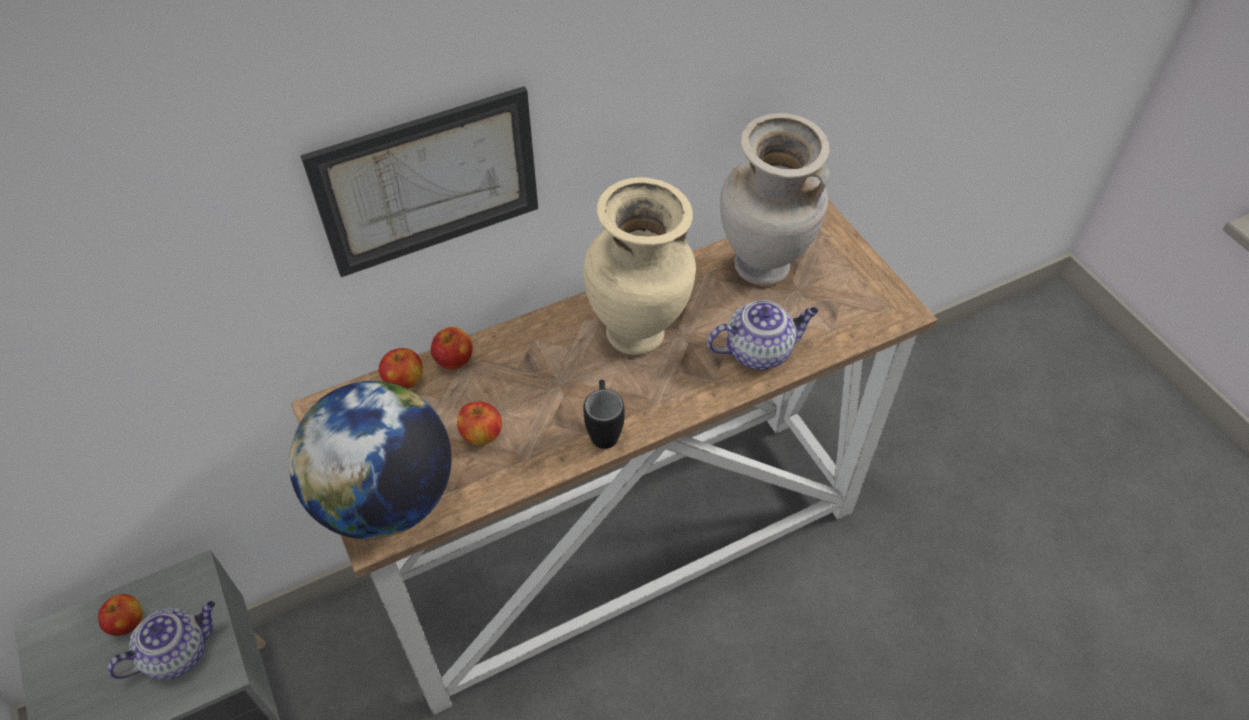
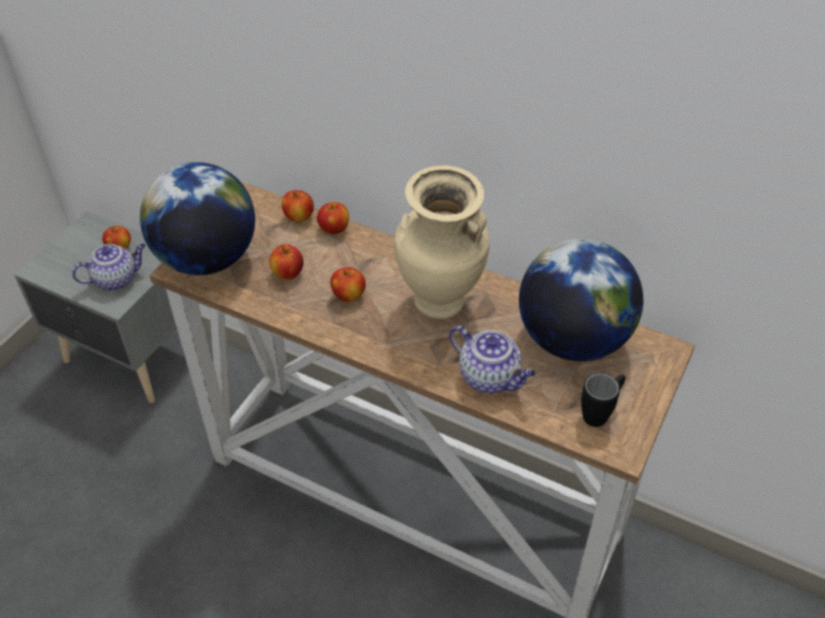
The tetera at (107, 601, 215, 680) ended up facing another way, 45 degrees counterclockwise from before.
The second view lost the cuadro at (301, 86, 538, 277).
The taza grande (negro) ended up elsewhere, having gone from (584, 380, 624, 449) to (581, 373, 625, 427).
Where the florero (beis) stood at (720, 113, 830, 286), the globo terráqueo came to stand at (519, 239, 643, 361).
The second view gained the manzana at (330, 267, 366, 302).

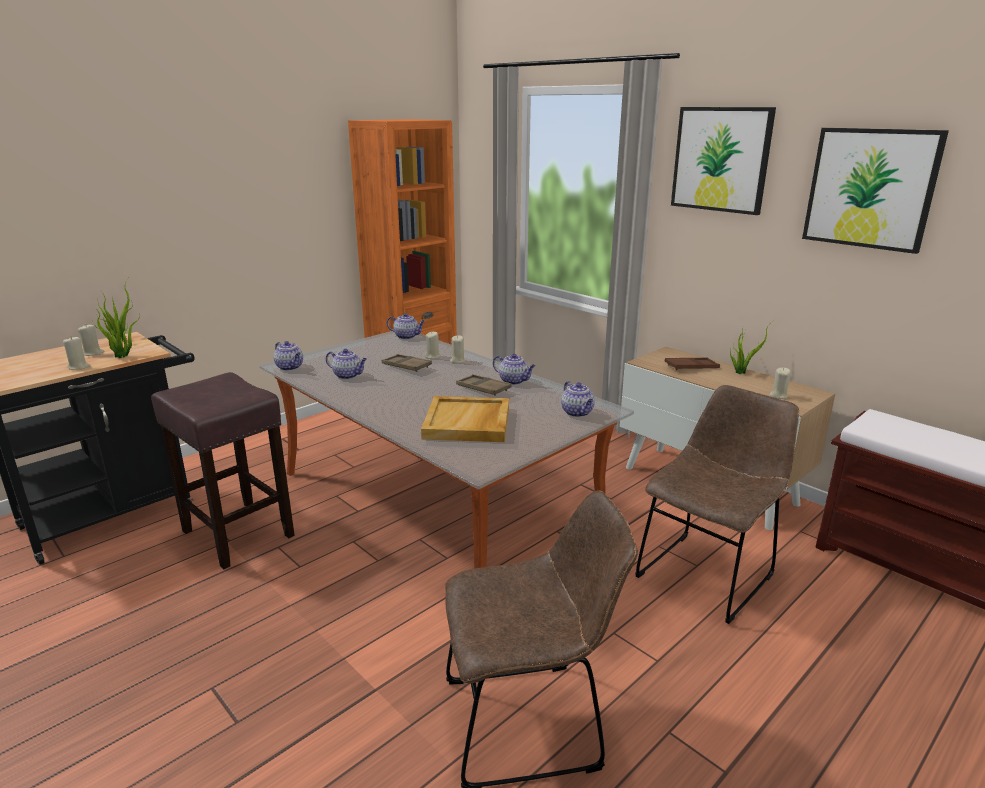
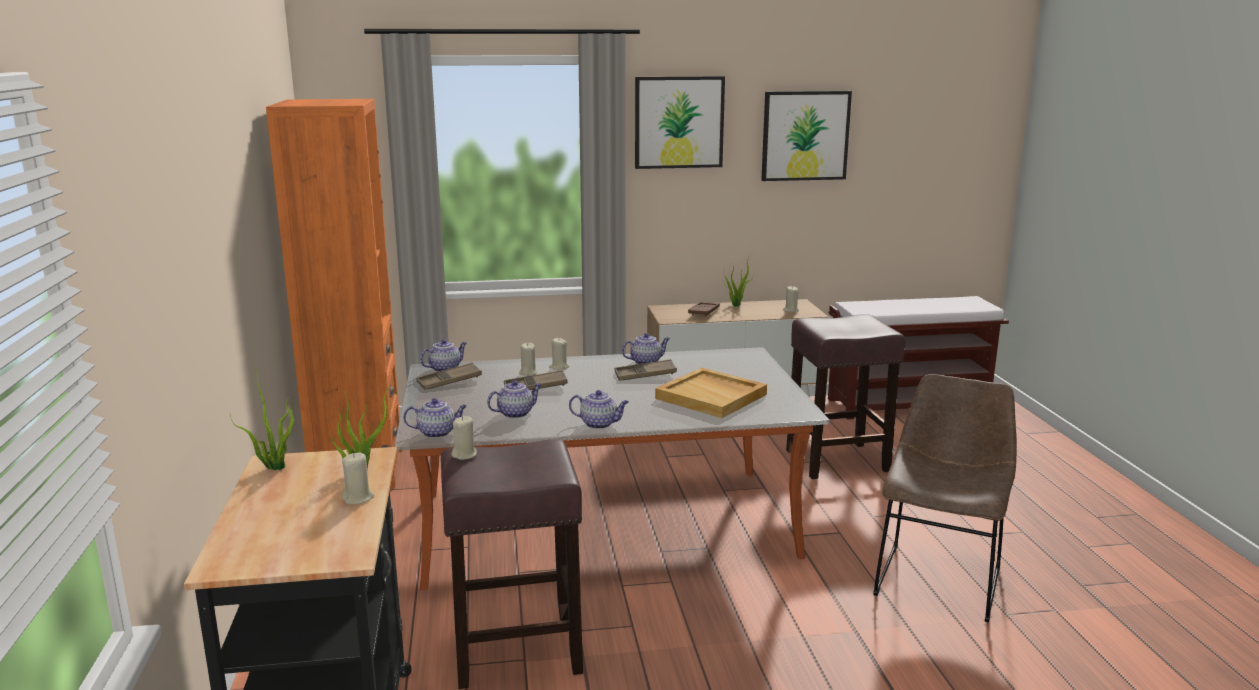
The vela (beis) ended up elsewhere, having gone from (78, 325, 104, 356) to (451, 416, 477, 460).
The tetera ended up elsewhere, having gone from (561, 381, 595, 417) to (569, 390, 629, 429).
Where the silla (marrón) stood at (635, 385, 799, 624), the taburete (marrón) came to stand at (786, 314, 906, 479).
The second view gained the bandeja (marrón) at (416, 363, 482, 390).

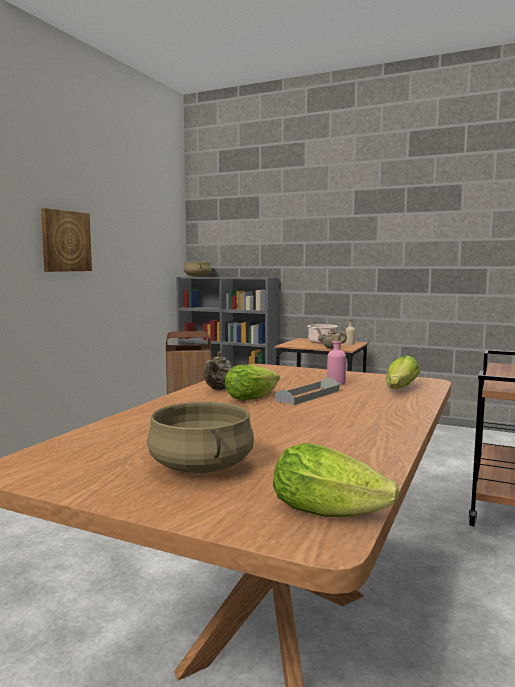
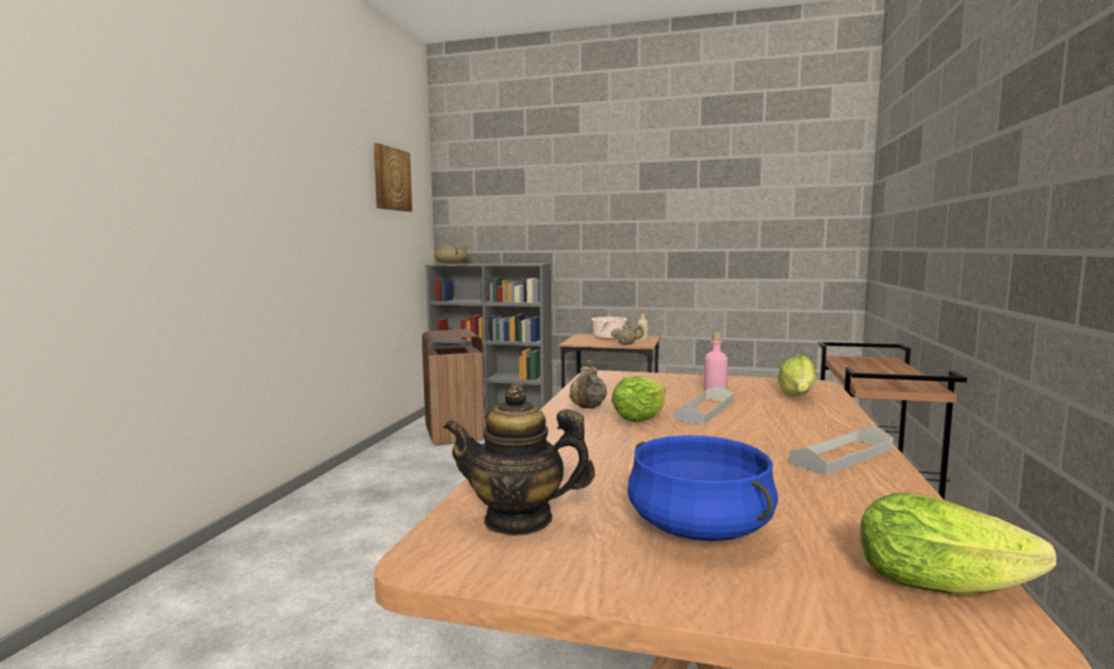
The cuadro ended up elsewhere, having gone from (41, 208, 92, 272) to (374, 143, 412, 212).
What was the olla (beis) at (147, 402, 254, 473) turned into the olla (azul) at (628, 435, 778, 541).
The second view gained the tetera at (443, 385, 595, 535).
The second view gained the bandeja (gris) at (789, 425, 893, 475).

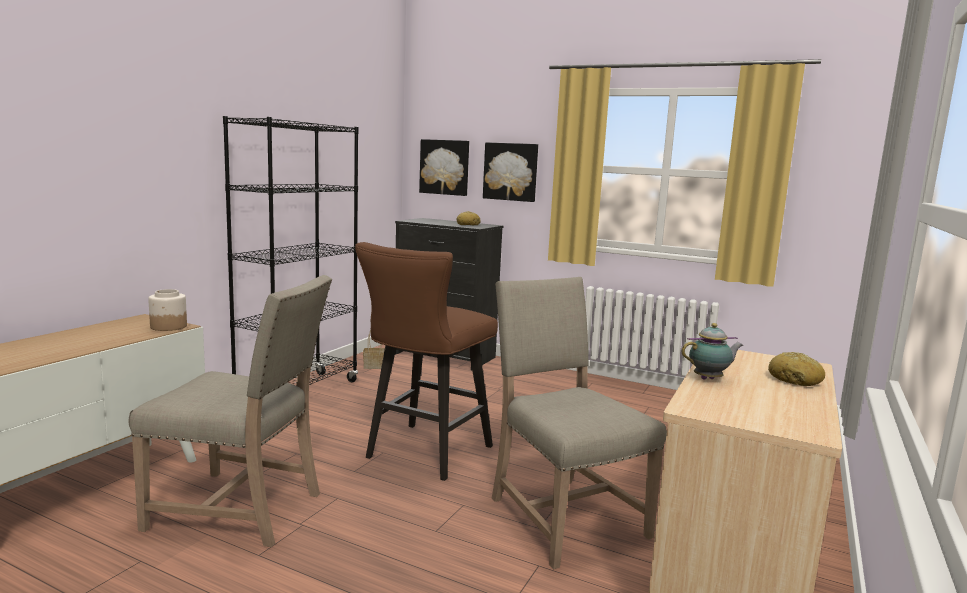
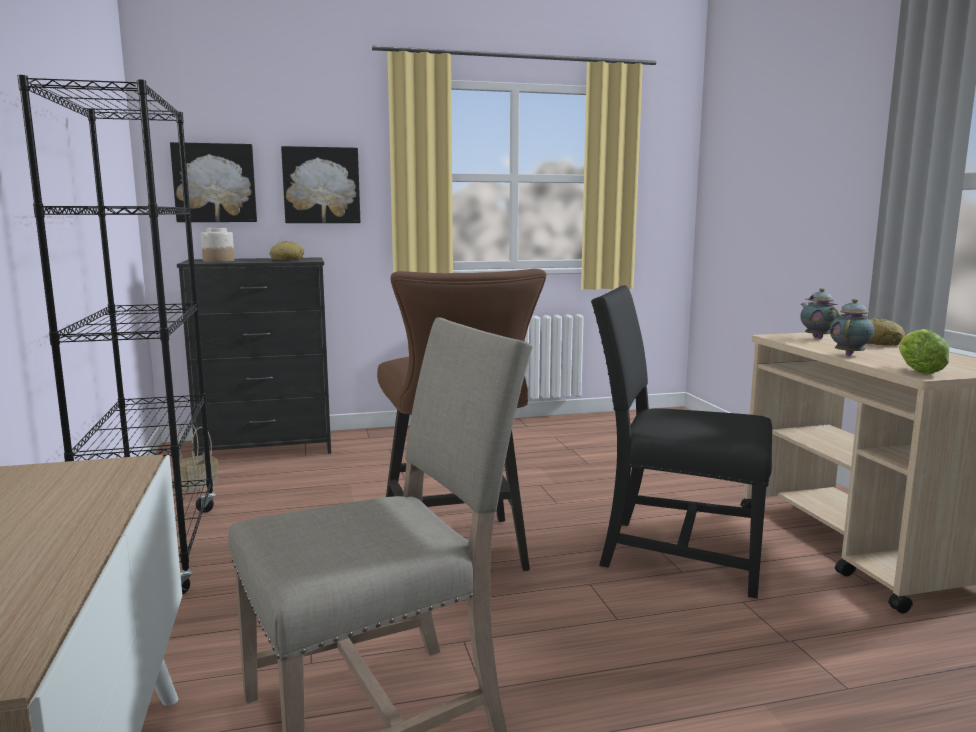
The tarro ended up elsewhere, having gone from (148, 289, 187, 331) to (201, 228, 234, 262).
What was the silla (beis) at (492, 277, 667, 569) turned into the silla (negro) at (591, 285, 772, 598).
The second view gained the tetera at (800, 288, 839, 339).
The second view gained the lechuga at (899, 329, 949, 374).

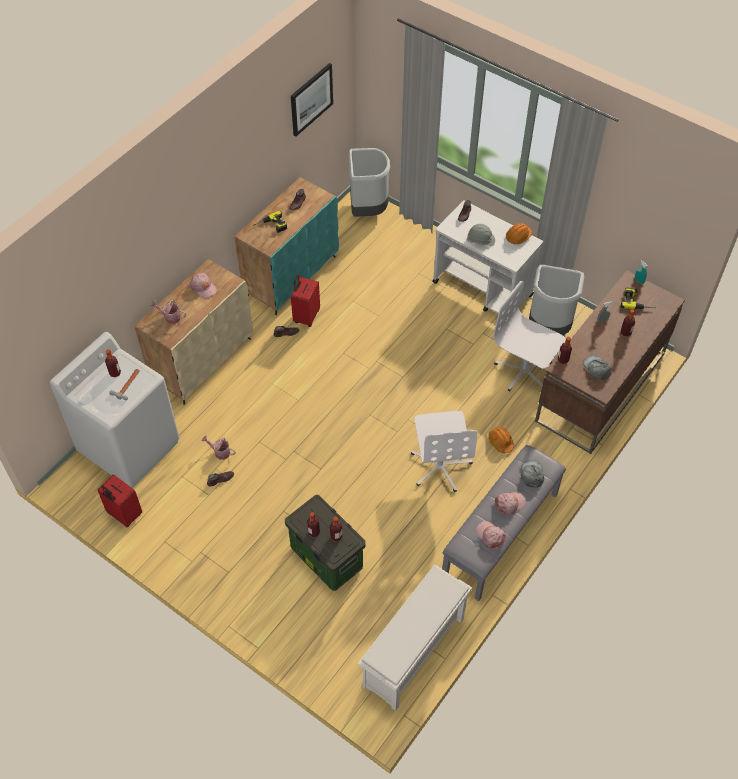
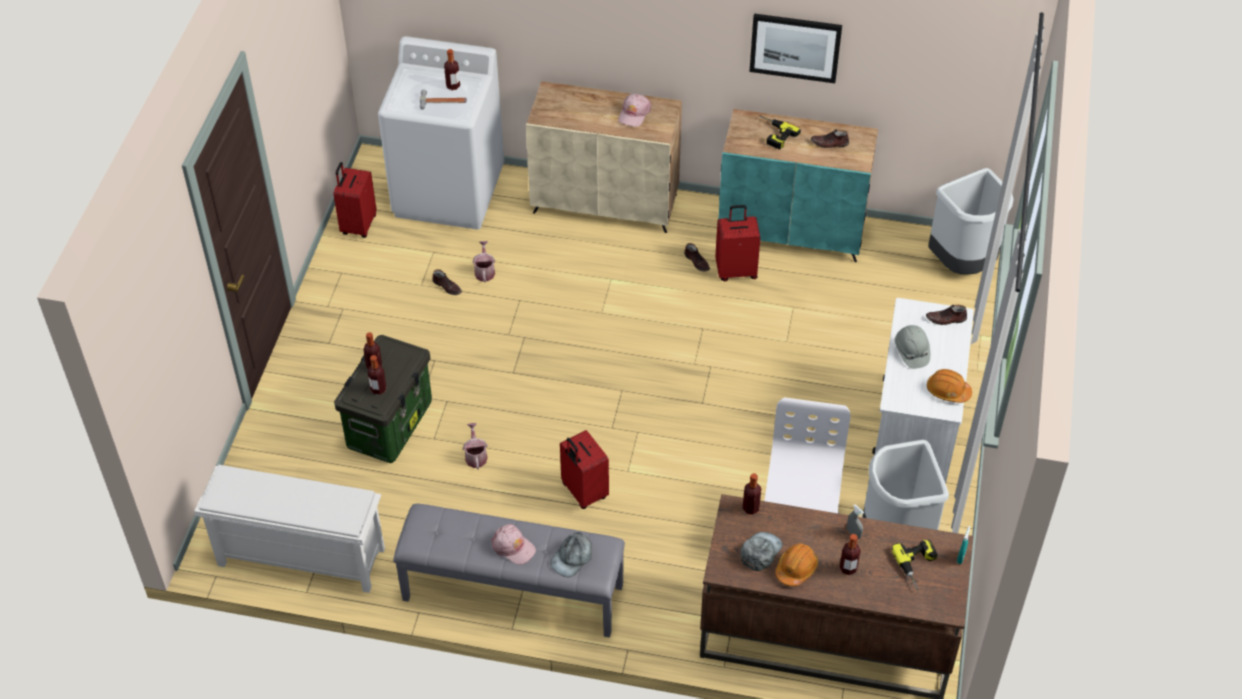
The regadera ended up elsewhere, having gone from (150, 300, 186, 324) to (463, 423, 488, 470).
The cuadro ended up elsewhere, having gone from (291, 63, 333, 136) to (750, 14, 842, 83).
Where the silla de oficina (blanco) stood at (411, 411, 477, 492), the maleta (rojo) came to stand at (560, 430, 609, 509).
The second view lost the gorra (rosa) at (476, 521, 506, 549).
The casco (naranja) ended up elsewhere, having gone from (488, 427, 514, 453) to (775, 544, 818, 586).
The gorra (gris) at (521, 460, 544, 488) ended up facing another way, 150 degrees clockwise from before.

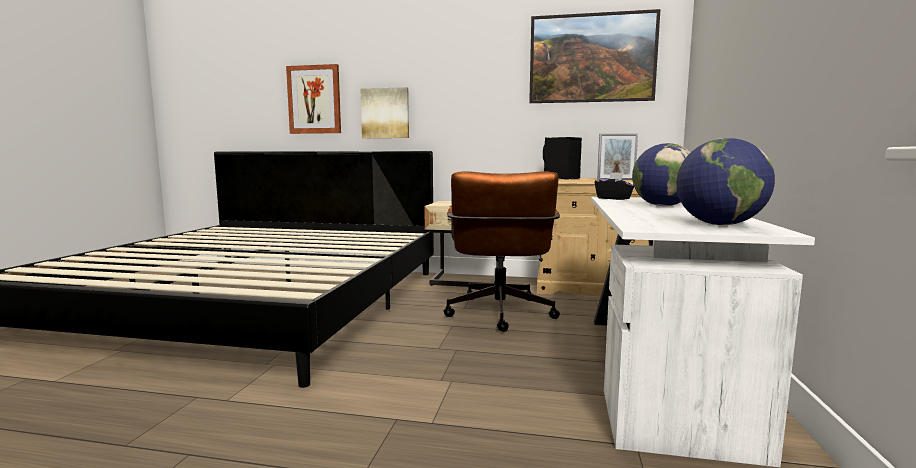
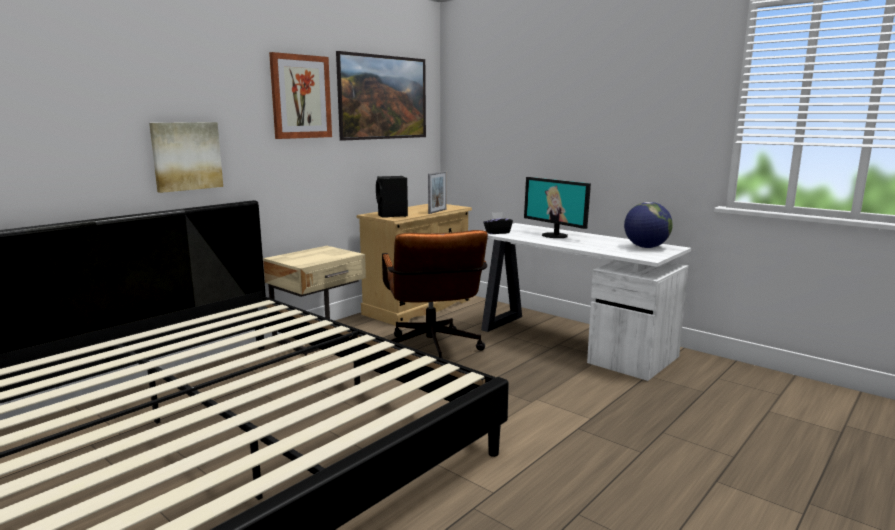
The cuadro ended up elsewhere, having gone from (286, 64, 341, 134) to (269, 52, 332, 139).
The silla de oficina (marrón) at (443, 171, 560, 332) ended up facing another way, 45 degrees clockwise from before.
Where the globo terráqueo stood at (632, 143, 691, 206), the monitor came to stand at (524, 177, 591, 238).

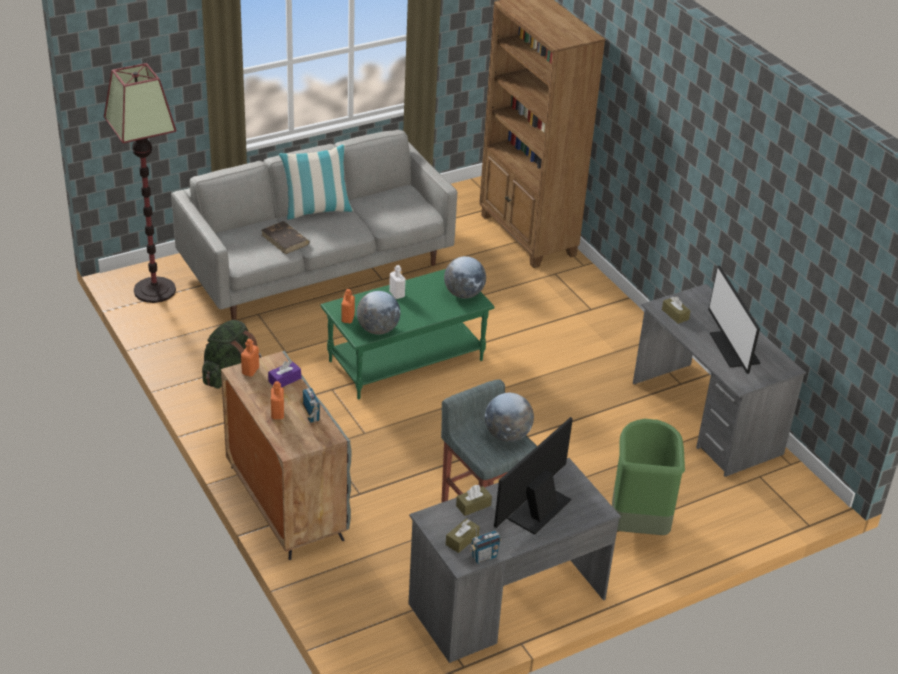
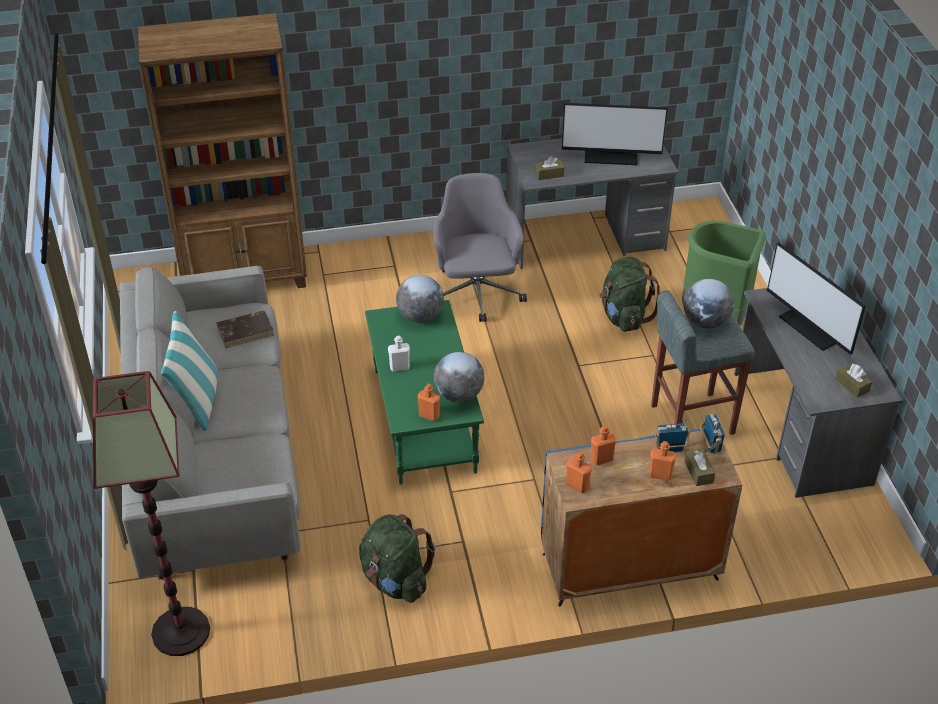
What was the armario (gris) at (221, 351, 351, 560) turned into the armario (azul) at (541, 429, 742, 606).
The libro (marrón) ended up elsewhere, having gone from (262, 221, 309, 255) to (216, 310, 274, 348).
Where the caja de pañuelos (morado) stood at (268, 361, 301, 387), the botella (naranja) came to stand at (590, 425, 616, 466).
The caja de pañuelos (marrón) ended up elsewhere, having gone from (456, 485, 492, 516) to (684, 449, 715, 486).
The radio ended up elsewhere, having gone from (469, 527, 501, 564) to (700, 414, 725, 453).
The second view gained the silla de oficina (gris) at (434, 173, 527, 322).
The second view gained the mochila (verde) at (599, 257, 660, 332).

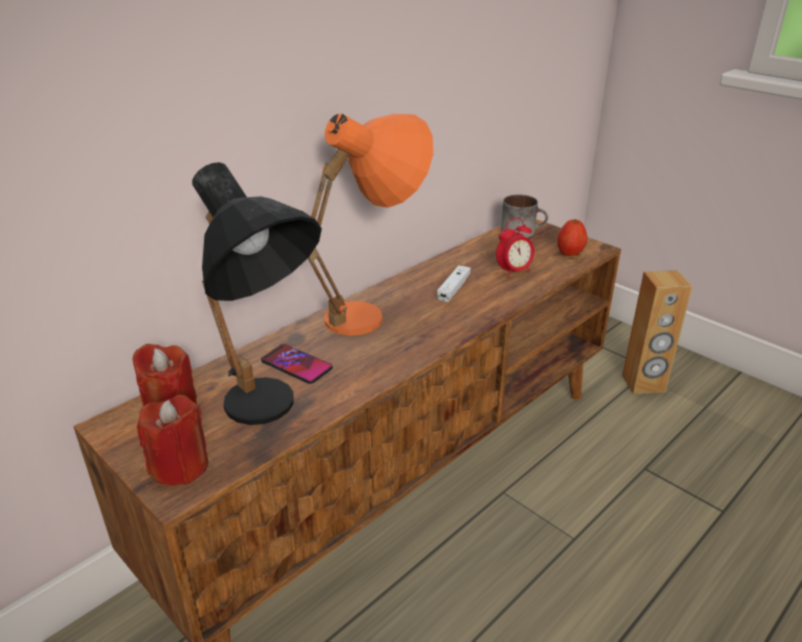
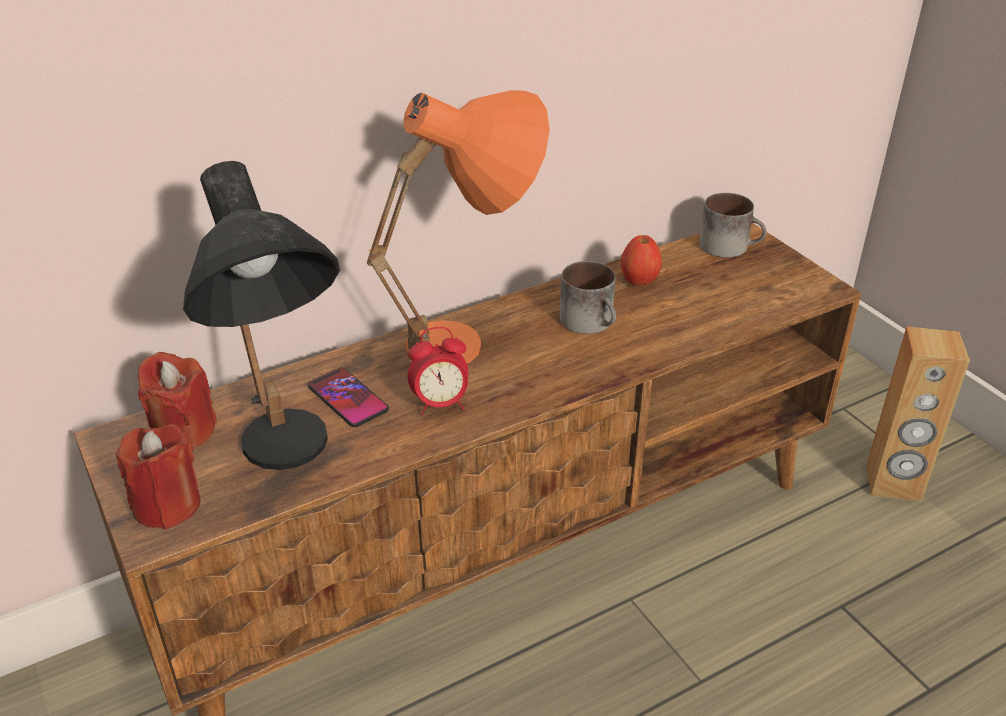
Where the mando de consola (blanco) stood at (437, 265, 471, 302), the taza grande came to stand at (560, 261, 616, 334).
The despertador ended up elsewhere, having gone from (496, 218, 534, 278) to (408, 327, 469, 415).
The manzana ended up elsewhere, having gone from (557, 219, 587, 256) to (620, 235, 662, 285).

